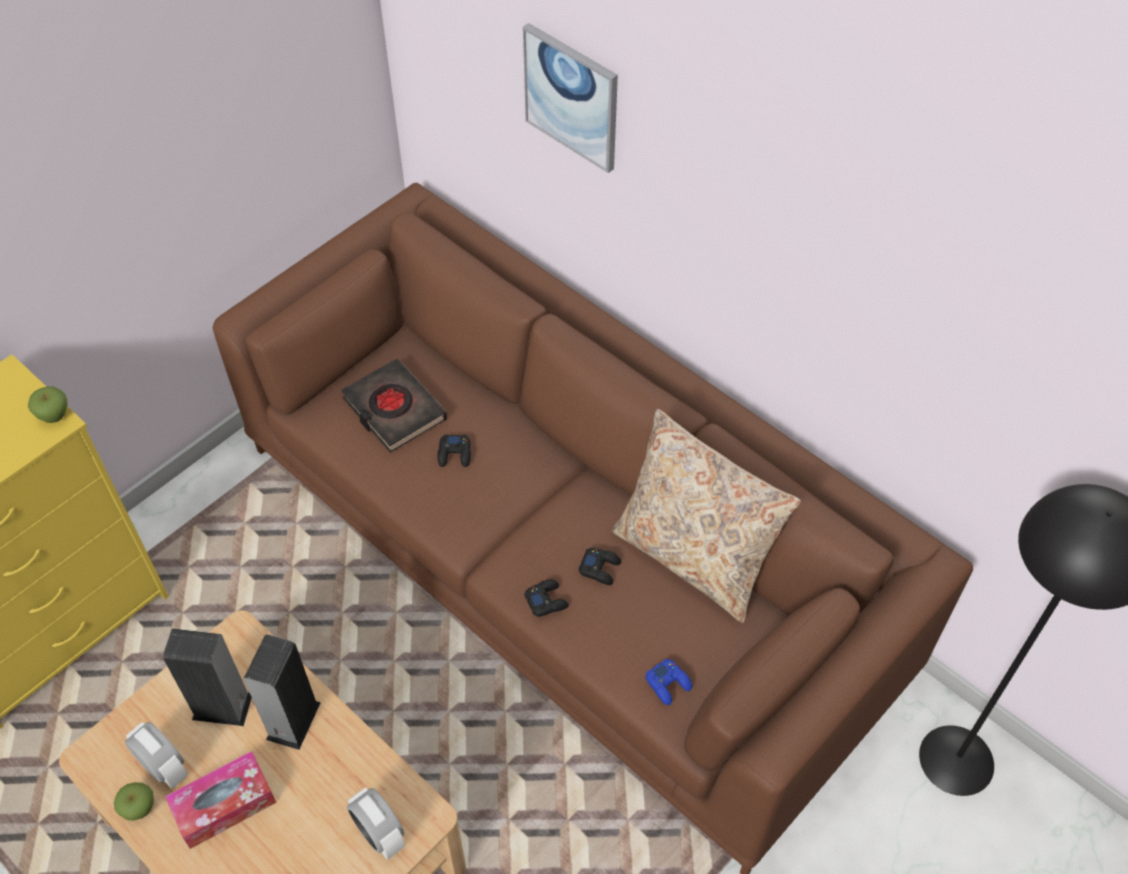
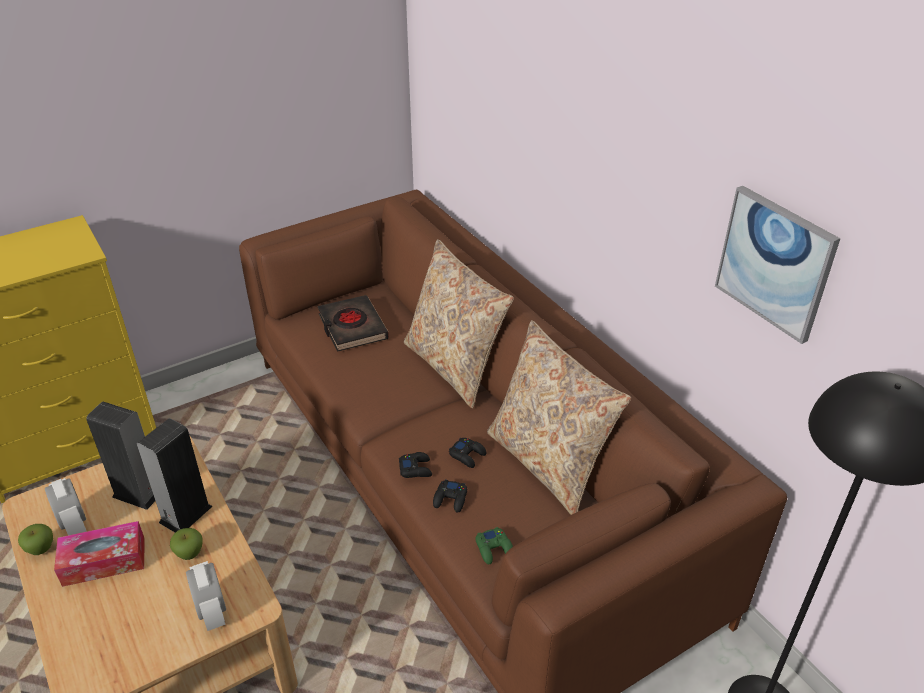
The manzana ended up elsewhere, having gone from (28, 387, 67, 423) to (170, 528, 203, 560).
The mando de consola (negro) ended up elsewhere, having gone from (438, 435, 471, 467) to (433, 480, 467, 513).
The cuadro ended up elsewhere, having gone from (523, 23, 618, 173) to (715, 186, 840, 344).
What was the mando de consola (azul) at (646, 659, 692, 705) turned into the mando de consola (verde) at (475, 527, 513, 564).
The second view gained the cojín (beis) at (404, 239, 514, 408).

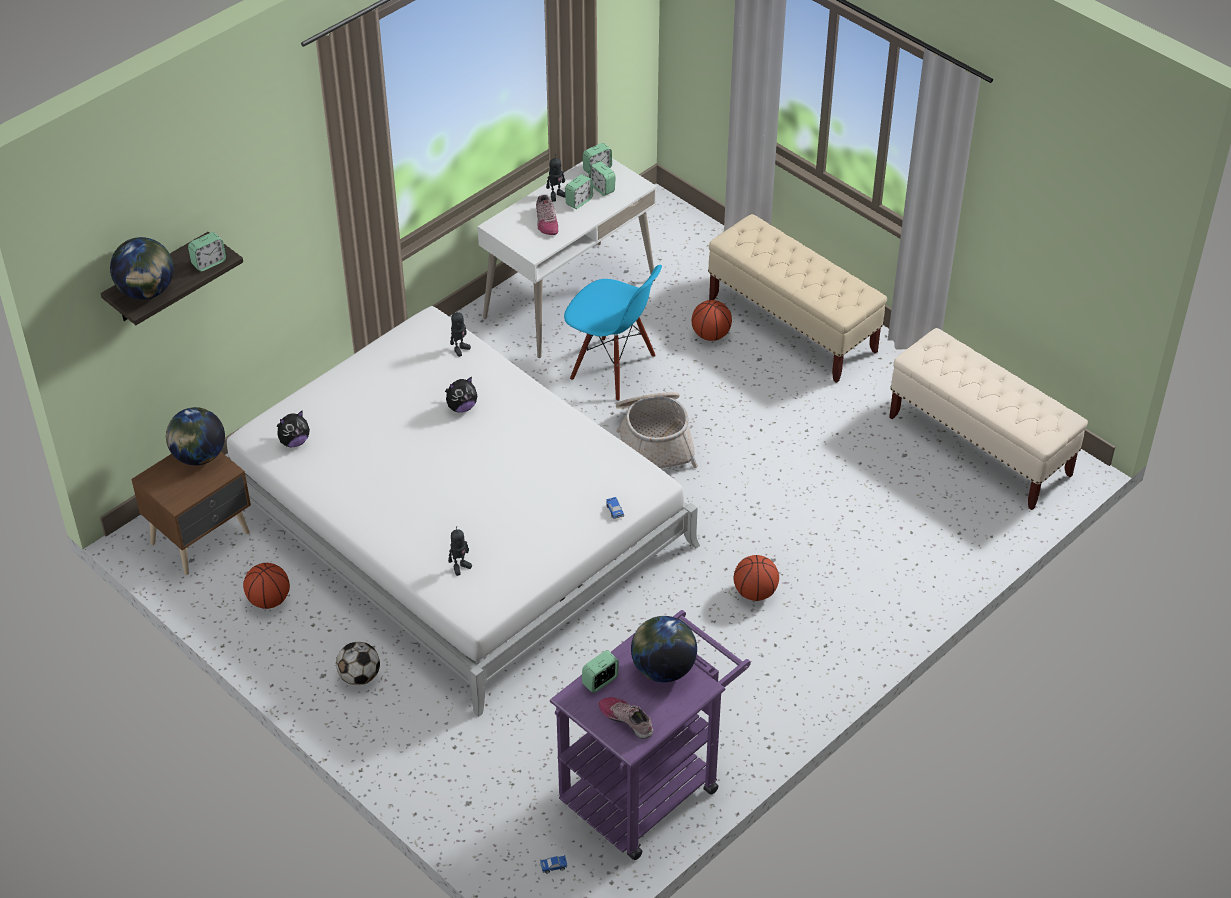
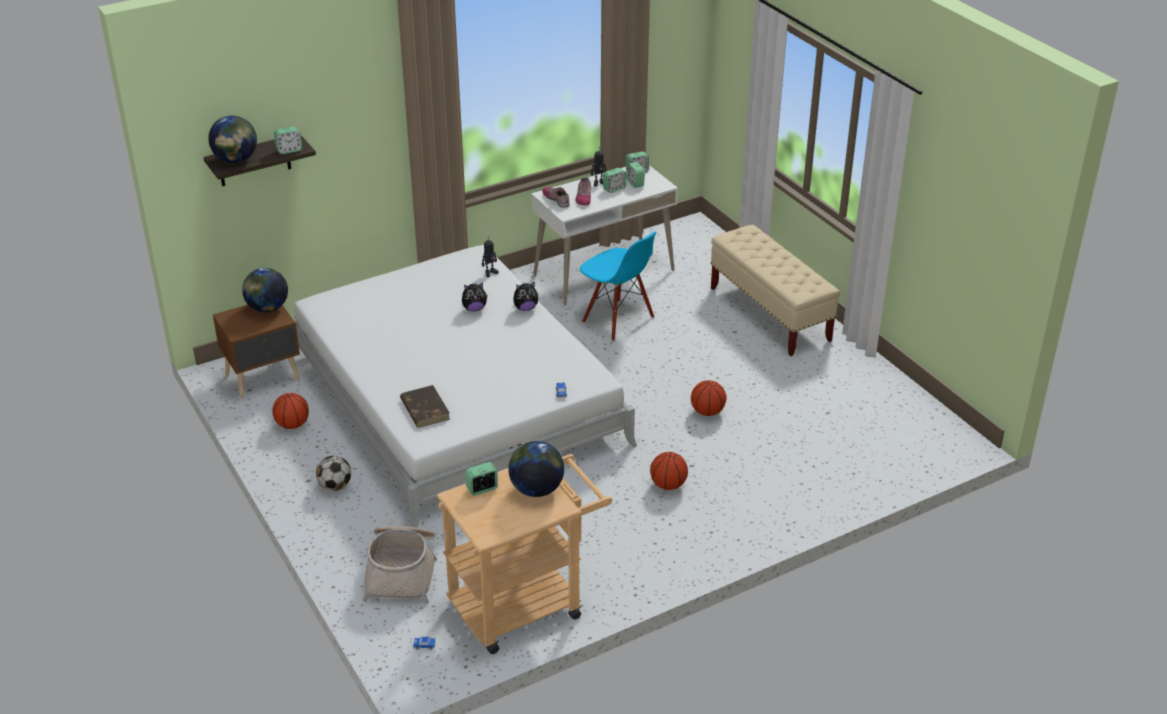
The peluche ended up elsewhere, having gone from (277, 411, 310, 447) to (513, 282, 538, 311).
Where the robot de juguete stood at (448, 526, 472, 576), the libro (marrón) came to stand at (400, 385, 450, 428).
What was the carrito (morado) at (550, 610, 751, 860) turned into the carrito (beis) at (437, 454, 612, 654).
The zapato ended up elsewhere, having gone from (599, 697, 653, 739) to (543, 187, 570, 208).
The cesta ended up elsewhere, having gone from (616, 392, 698, 468) to (362, 526, 437, 604).
The balón de baloncesto ended up elsewhere, having gone from (692, 300, 732, 341) to (691, 380, 727, 416).
The second view lost the banco (beis) at (889, 328, 1088, 510).

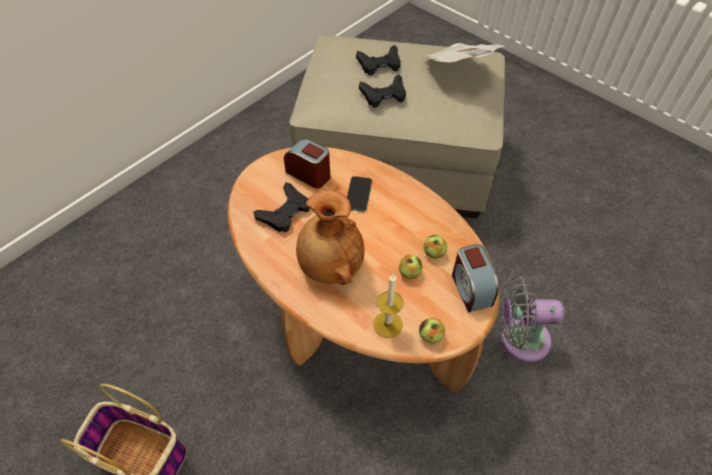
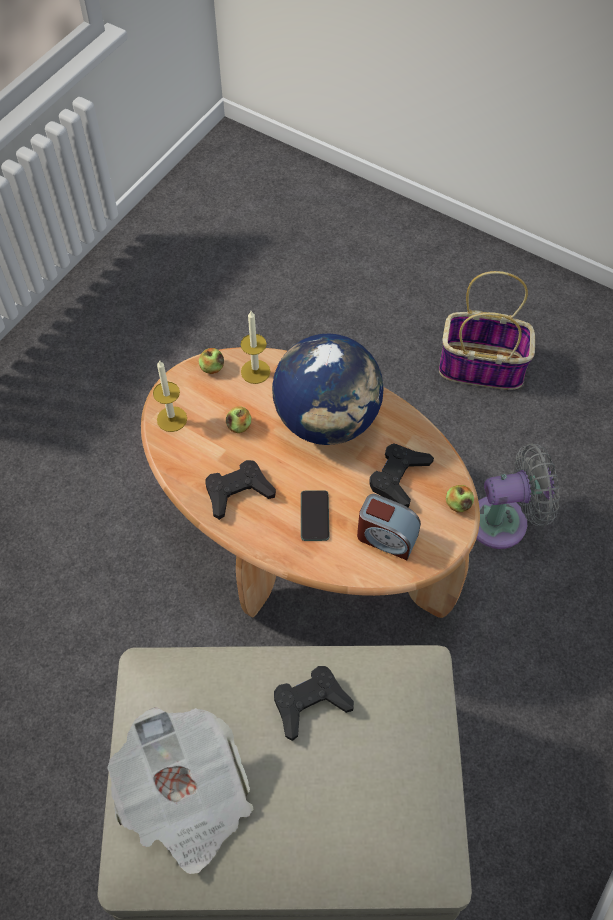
Where the florero (marrón) stood at (296, 190, 365, 285), the globo terráqueo came to stand at (272, 333, 384, 445).
The mando de consola (negro) ended up elsewhere, having gone from (356, 45, 401, 75) to (206, 460, 276, 520).
The manzana ended up elsewhere, having gone from (424, 235, 447, 258) to (446, 485, 474, 512).
Where the despertador stood at (452, 244, 499, 312), the vela came to stand at (153, 360, 187, 432).
The ventilador (gris) ended up elsewhere, having gone from (500, 275, 564, 363) to (477, 443, 560, 549).

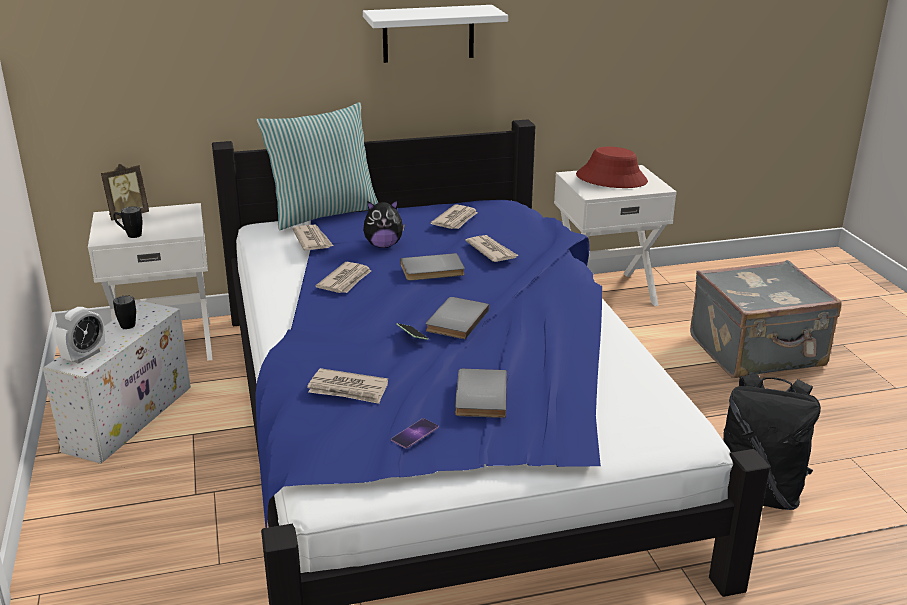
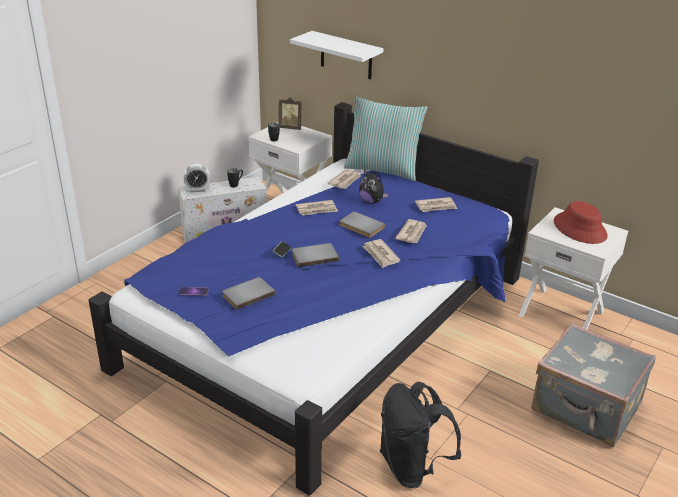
The periódico ended up elsewhere, having gone from (307, 368, 388, 404) to (362, 239, 401, 268).
The estante (blanco) ended up elsewhere, having gone from (363, 5, 508, 63) to (290, 31, 383, 79).

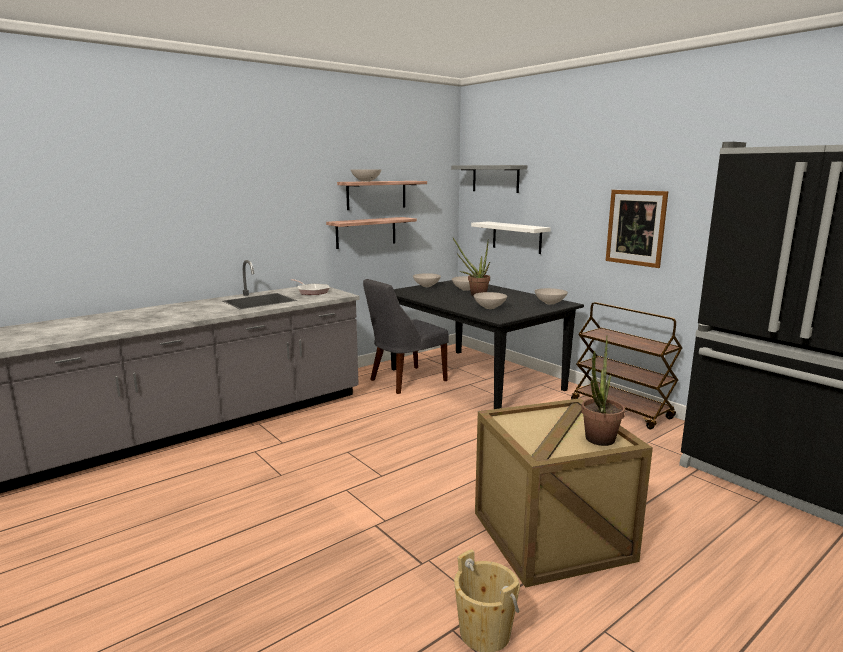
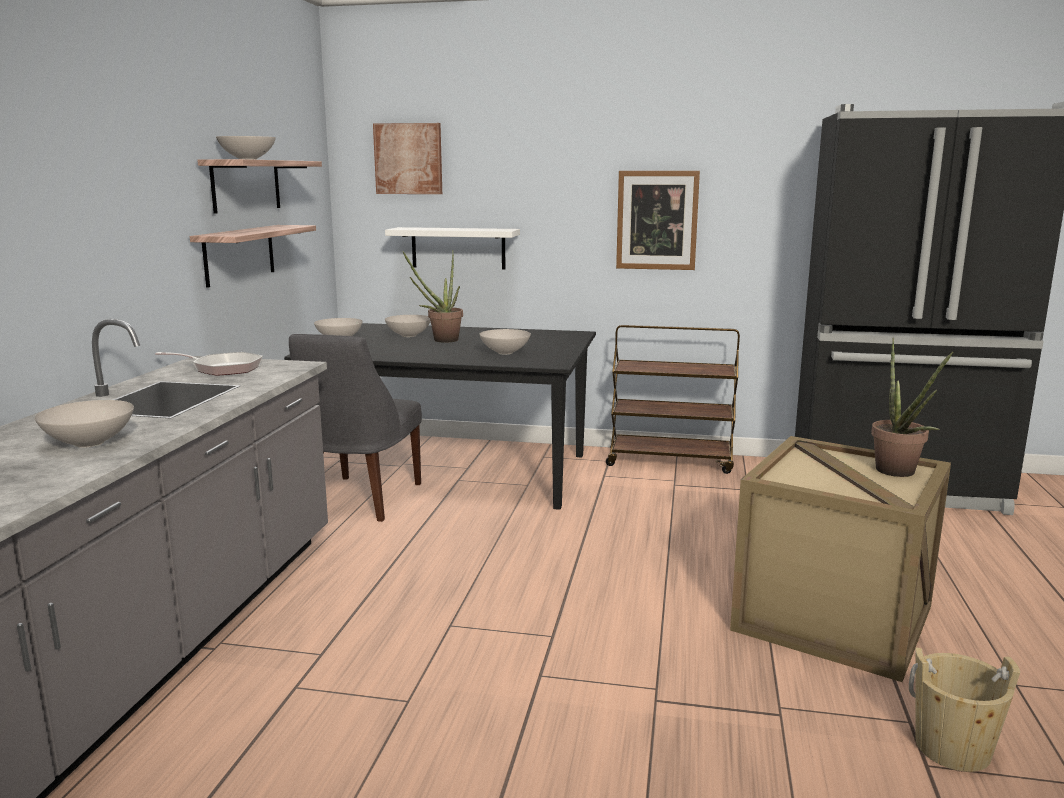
Where the estante (gris) hung at (451, 165, 527, 193), the cuadro came to hang at (373, 123, 442, 194).
The cuenco (blanco) ended up elsewhere, having gone from (535, 288, 568, 305) to (35, 400, 134, 448).

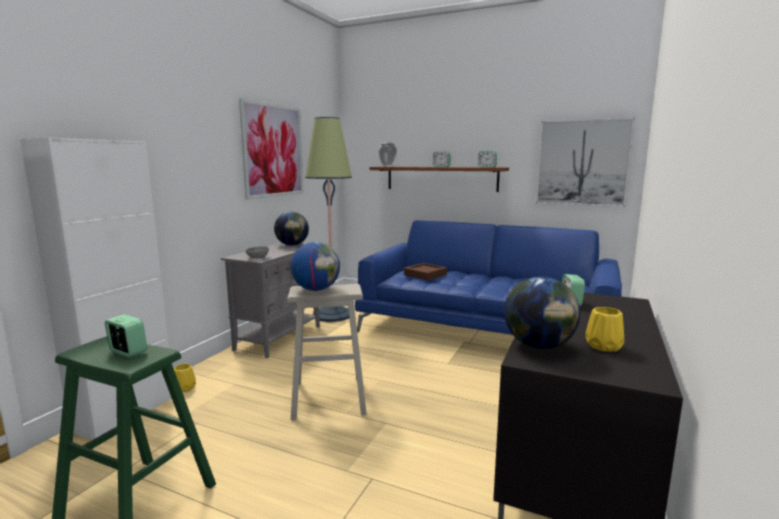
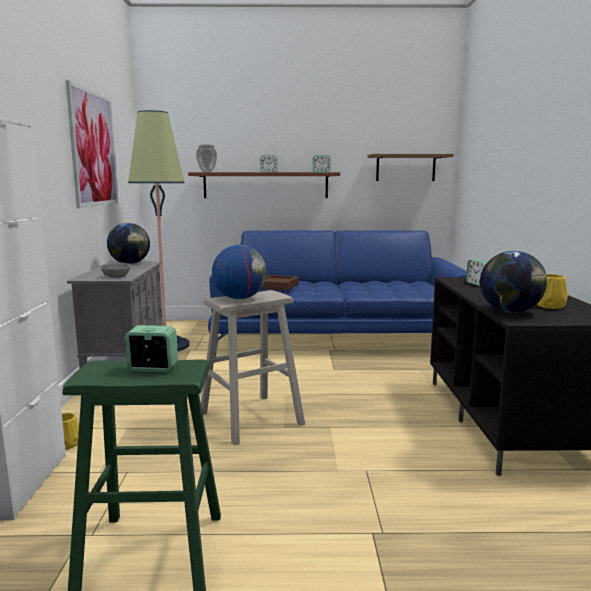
Where the cuadro hung at (536, 118, 635, 207), the estante came to hang at (368, 154, 454, 181).

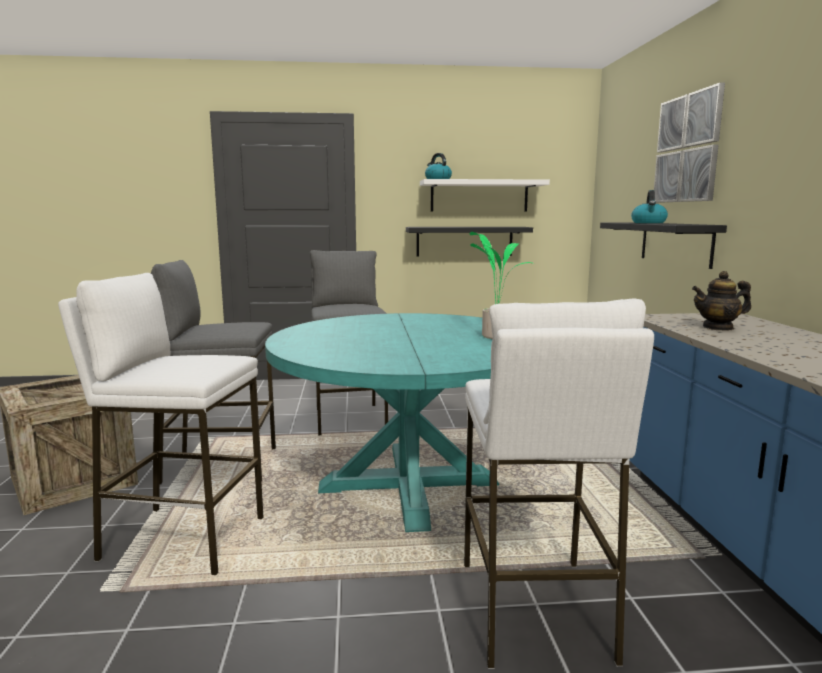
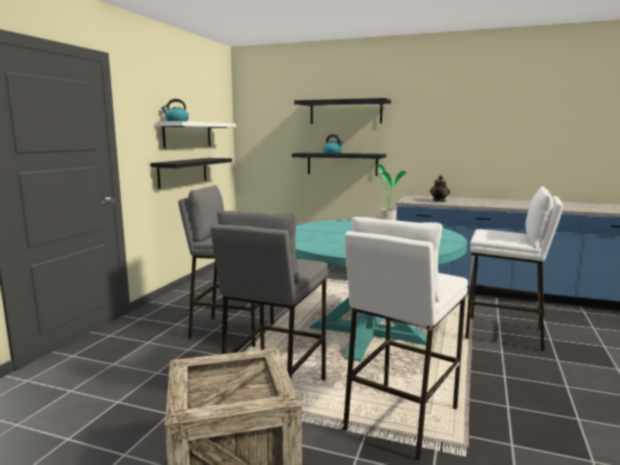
Where the cuadro hung at (654, 82, 725, 203), the estante (negro) came to hang at (294, 98, 391, 124).

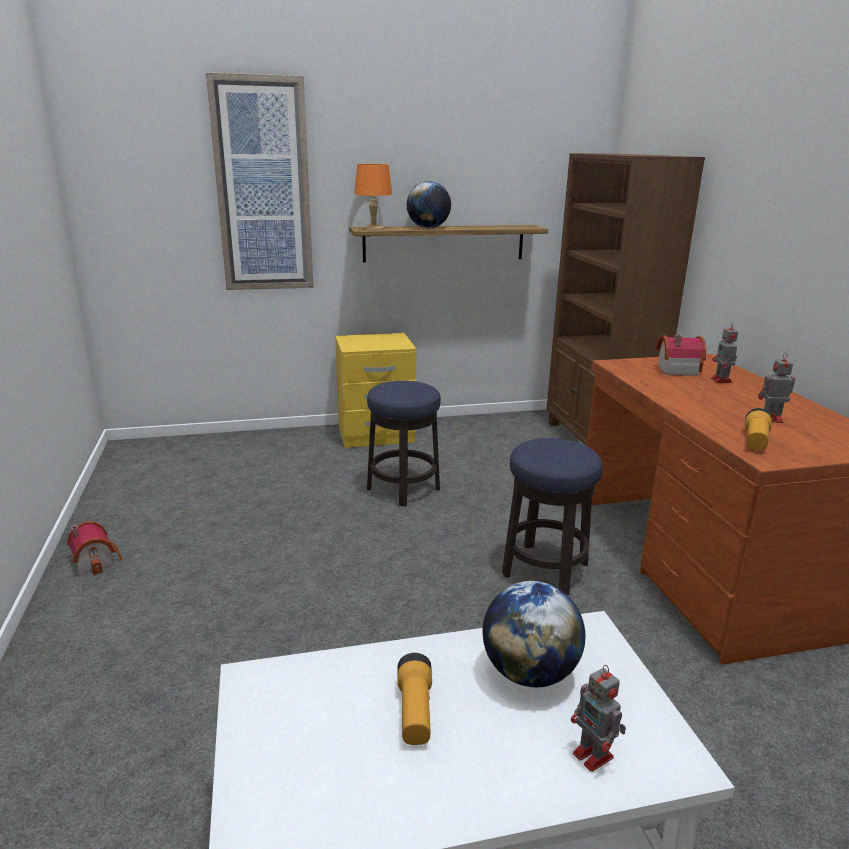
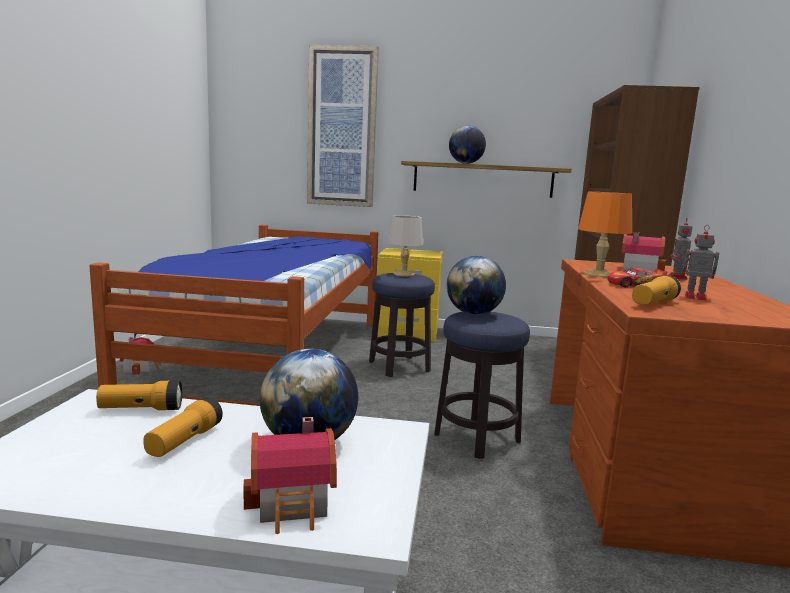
The lámpara de mesa (naranja) ended up elsewhere, having gone from (354, 164, 392, 230) to (578, 191, 632, 277).
Where the robot de juguete stood at (571, 665, 626, 772), the casita came to stand at (244, 417, 337, 534).
The second view gained the cama at (89, 225, 379, 406).
The second view gained the linterna at (96, 381, 182, 410).
The second view gained the lámpara de mesa (gris) at (388, 215, 423, 276).
The second view gained the globo terráqueo at (447, 256, 506, 315).
The second view gained the coche de juguete at (608, 268, 668, 288).

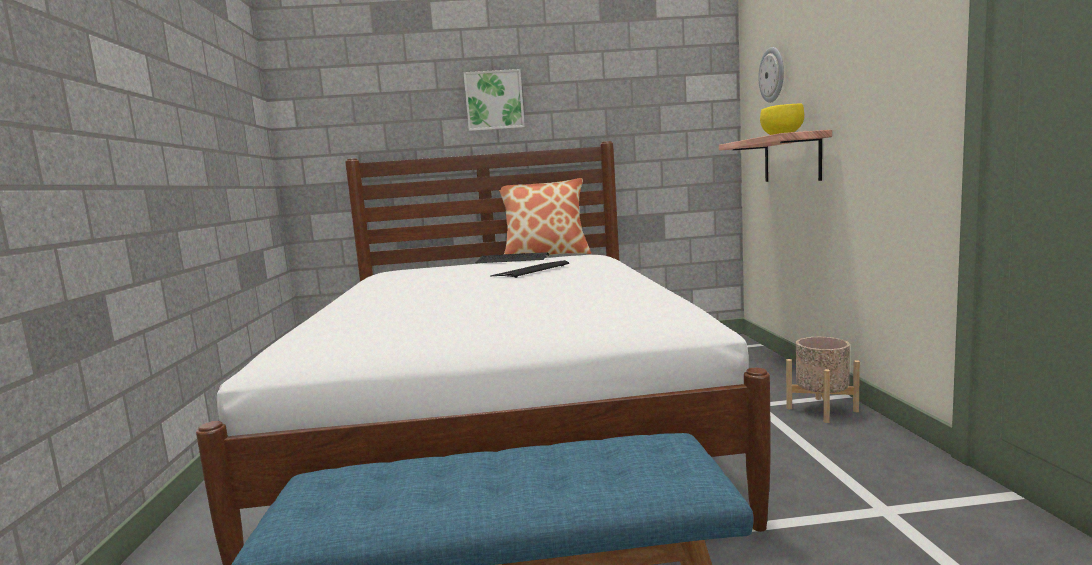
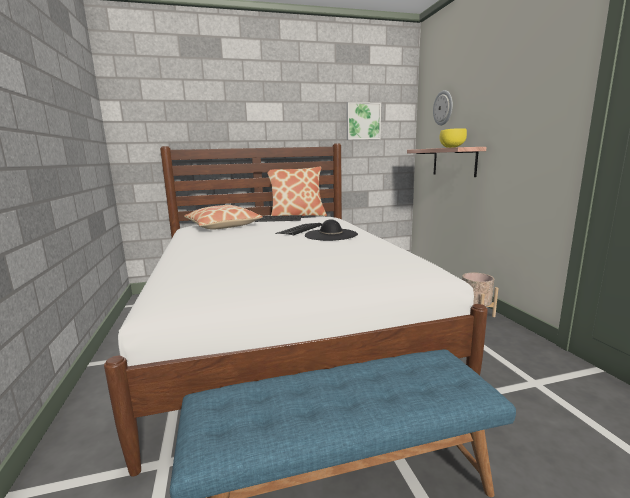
The cuadro ended up elsewhere, having gone from (463, 69, 525, 131) to (347, 102, 381, 140).
The second view gained the cojín at (184, 205, 263, 230).
The second view gained the sombrero (negro) at (305, 219, 358, 241).

